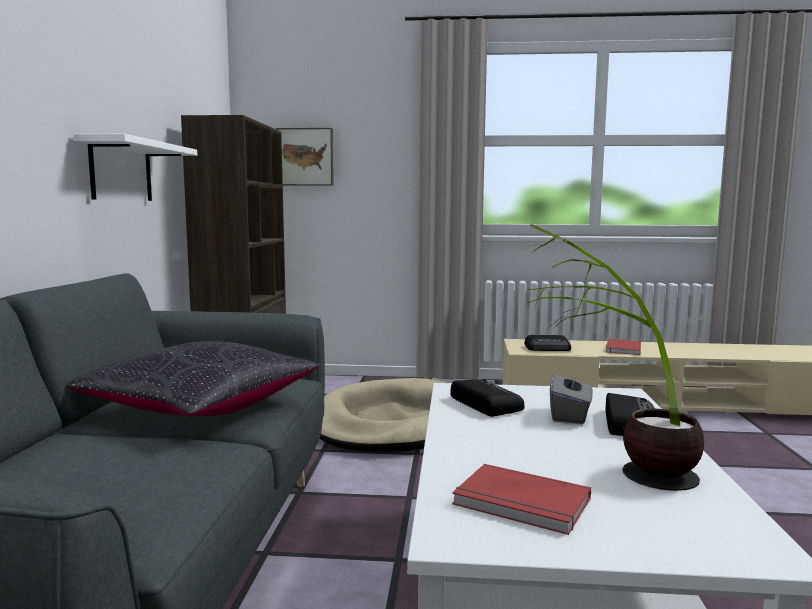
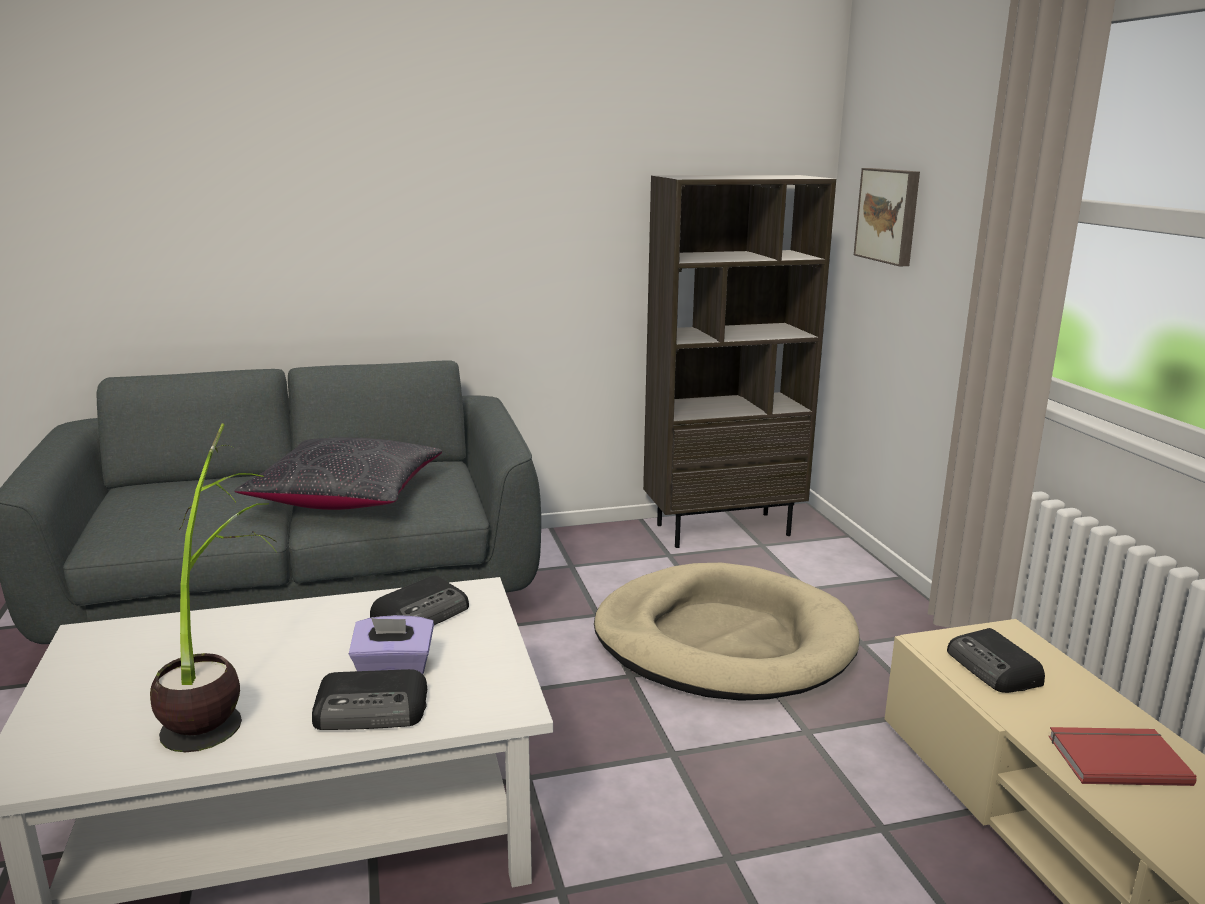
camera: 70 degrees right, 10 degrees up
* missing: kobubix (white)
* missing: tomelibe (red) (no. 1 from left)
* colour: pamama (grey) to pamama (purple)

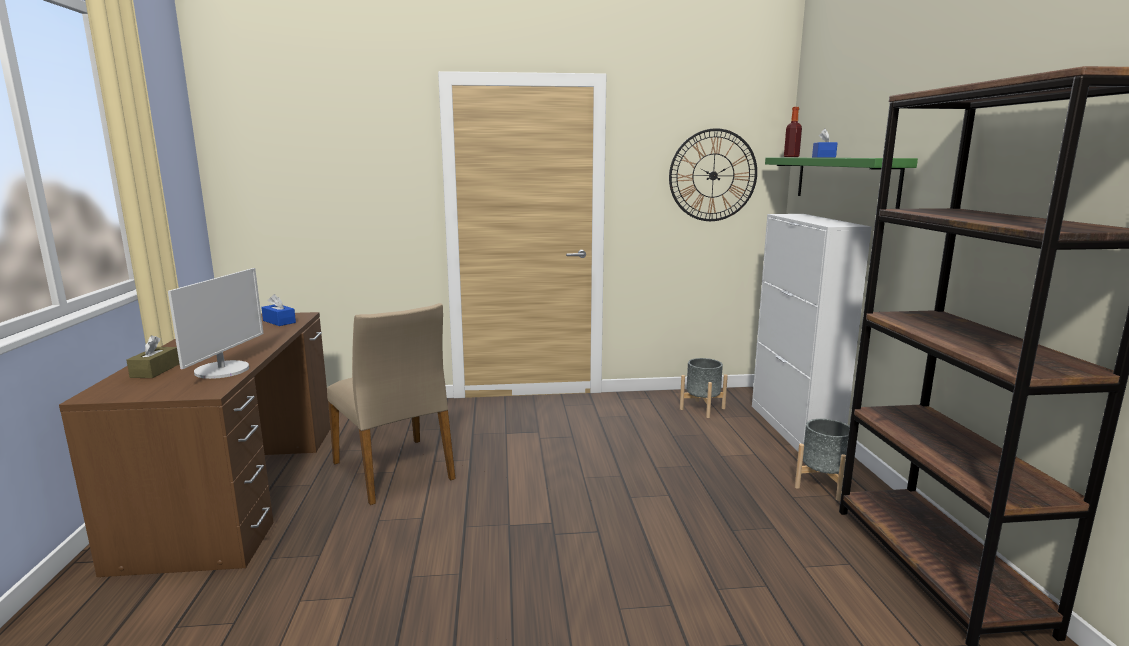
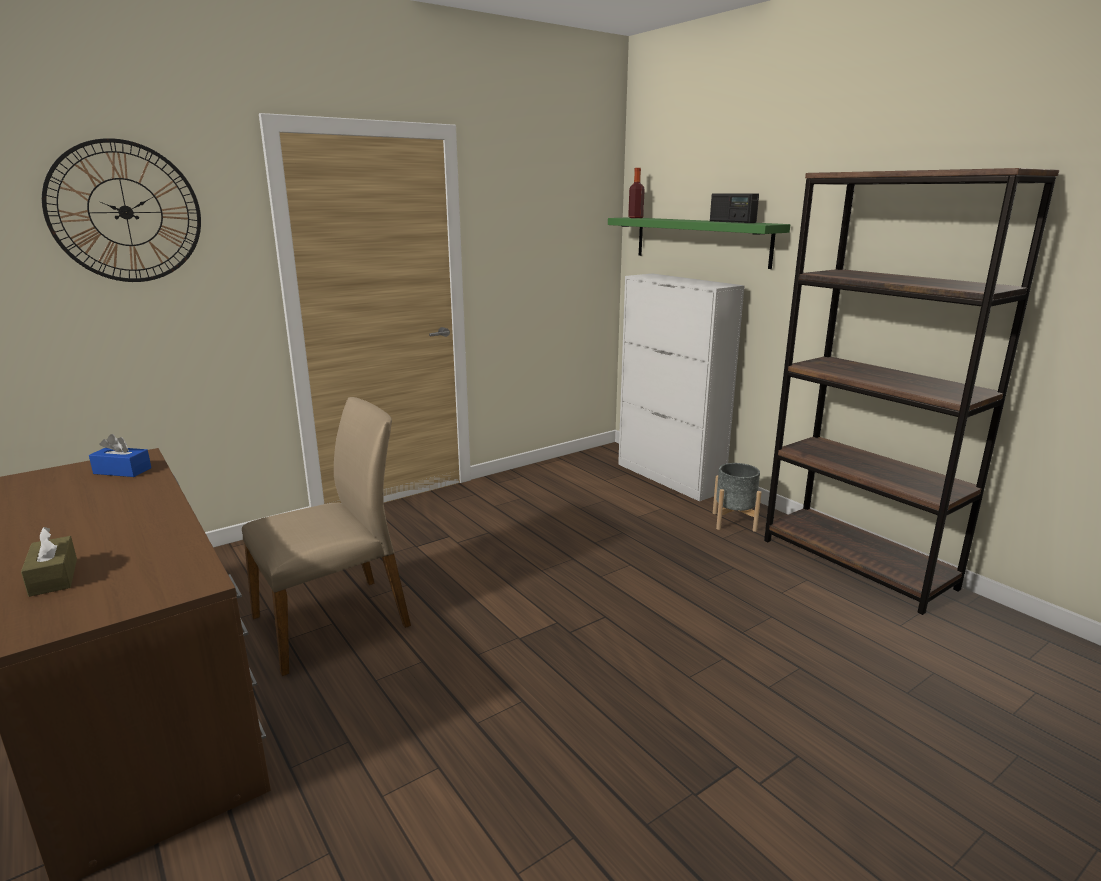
camera: 30 degrees left, 5 degrees up
* missing: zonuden
* missing: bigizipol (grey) (no. 1 from left)
* missing: pamama (blue) (no. 2 from left)
* appeared: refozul
* relocated: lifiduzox
* spun: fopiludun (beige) 60 degrees counterclockwise

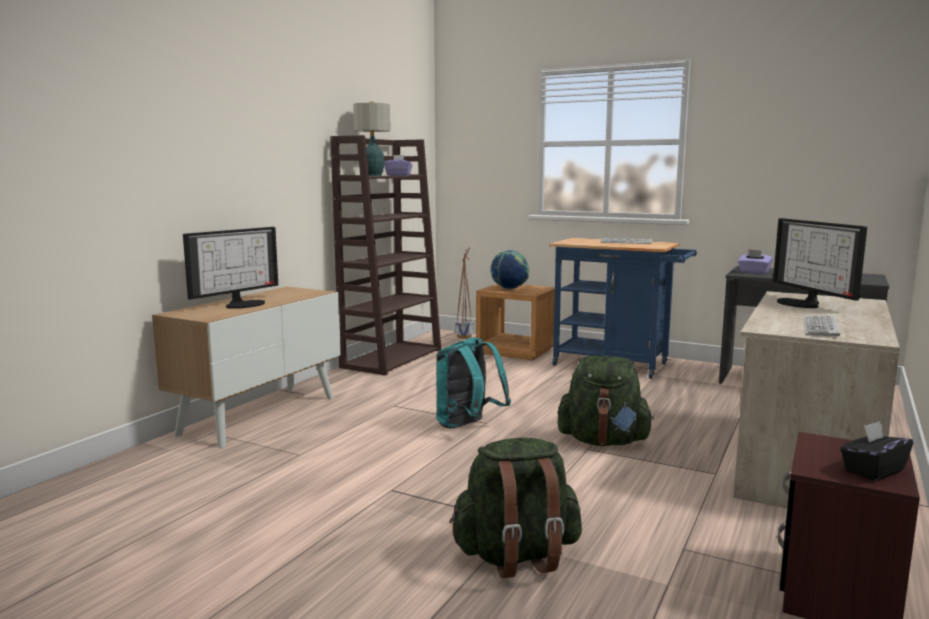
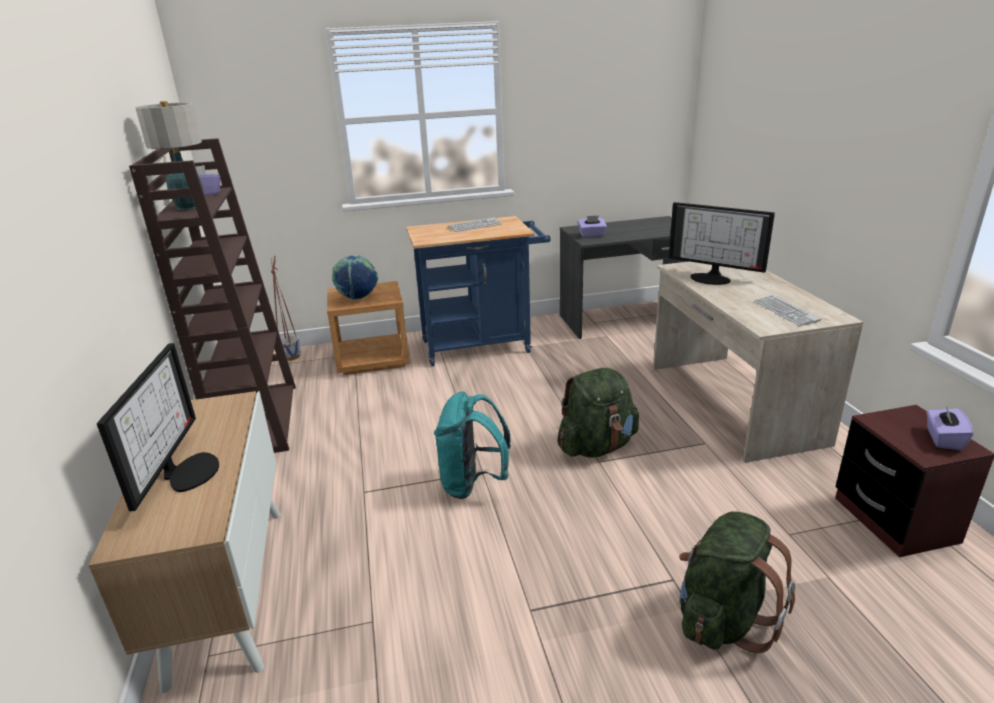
camera: 40 degrees left, 15 degrees up
* colour: pamama (black) to pamama (purple) (no. 3 from left)

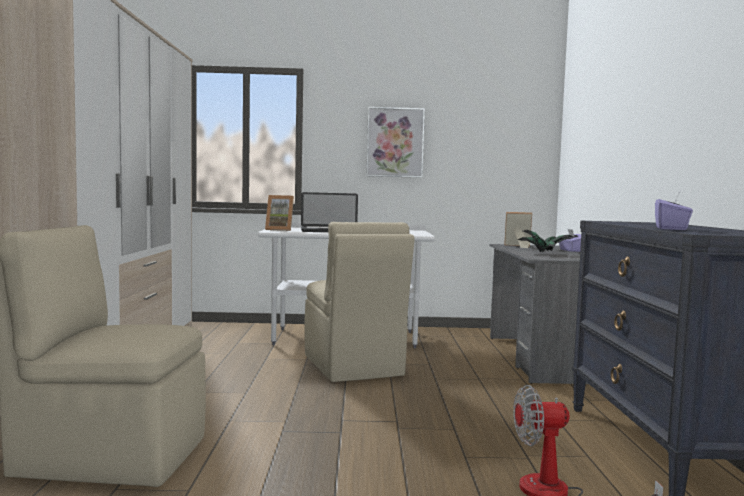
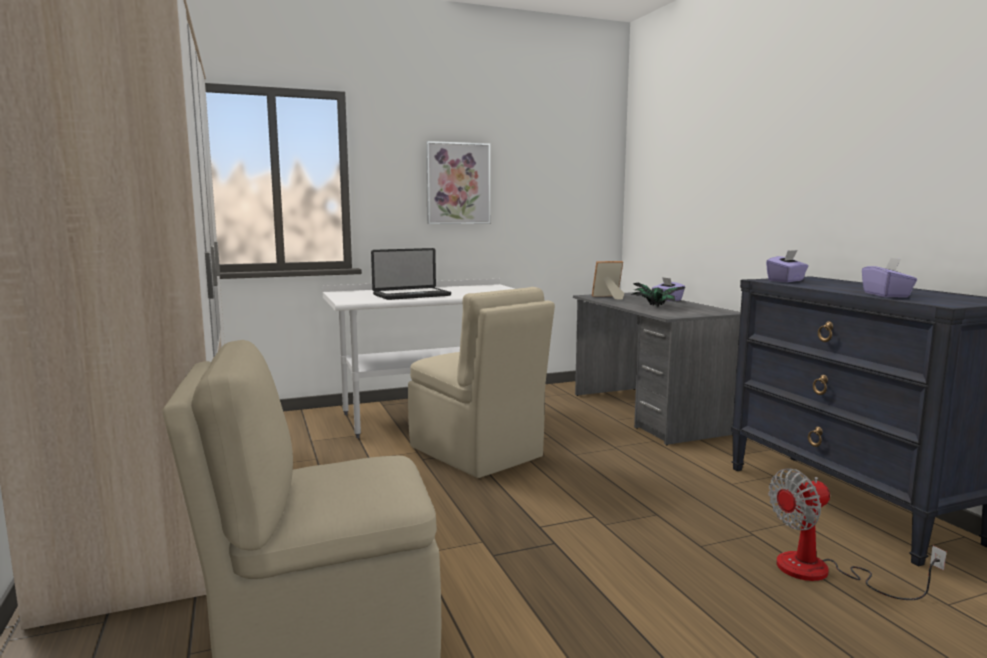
camera: 20 degrees left, 5 degrees up
* missing: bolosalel (no. 1 from left)
* appeared: pamama (purple) (no. 2 from left)

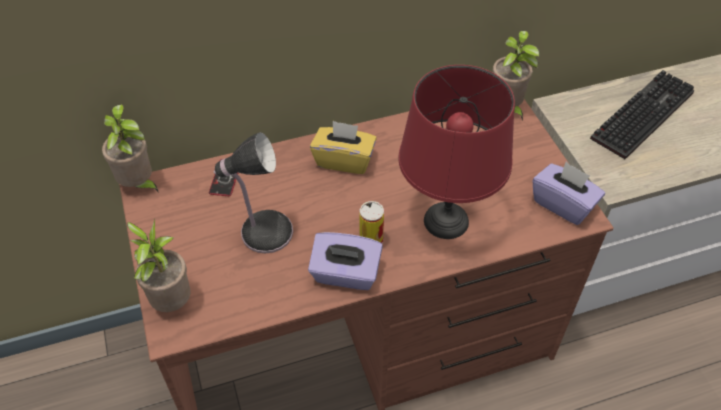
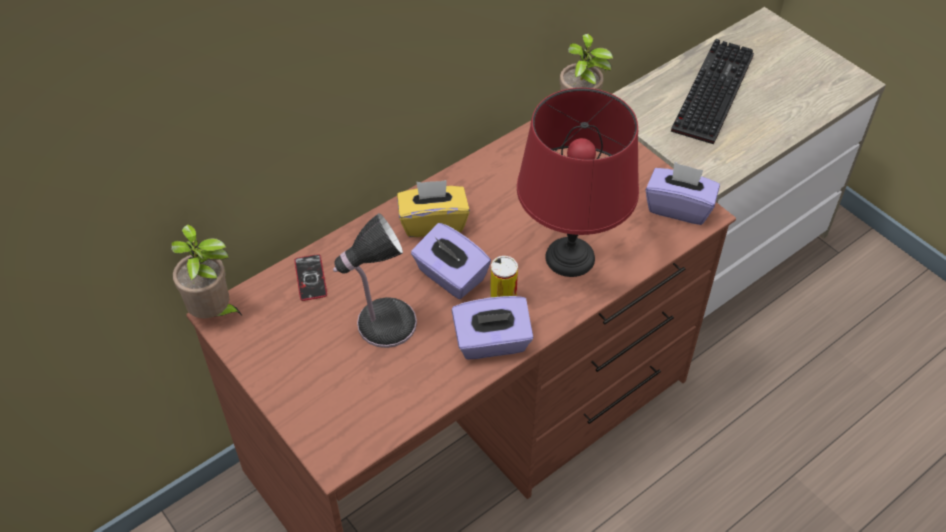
camera: 20 degrees left, 0 degrees up
* missing: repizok (no. 2 from left)
* appeared: pamama (purple) (no. 1 from left)

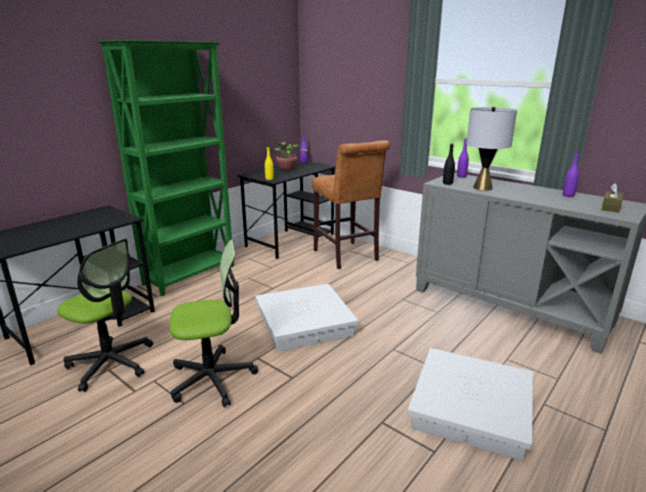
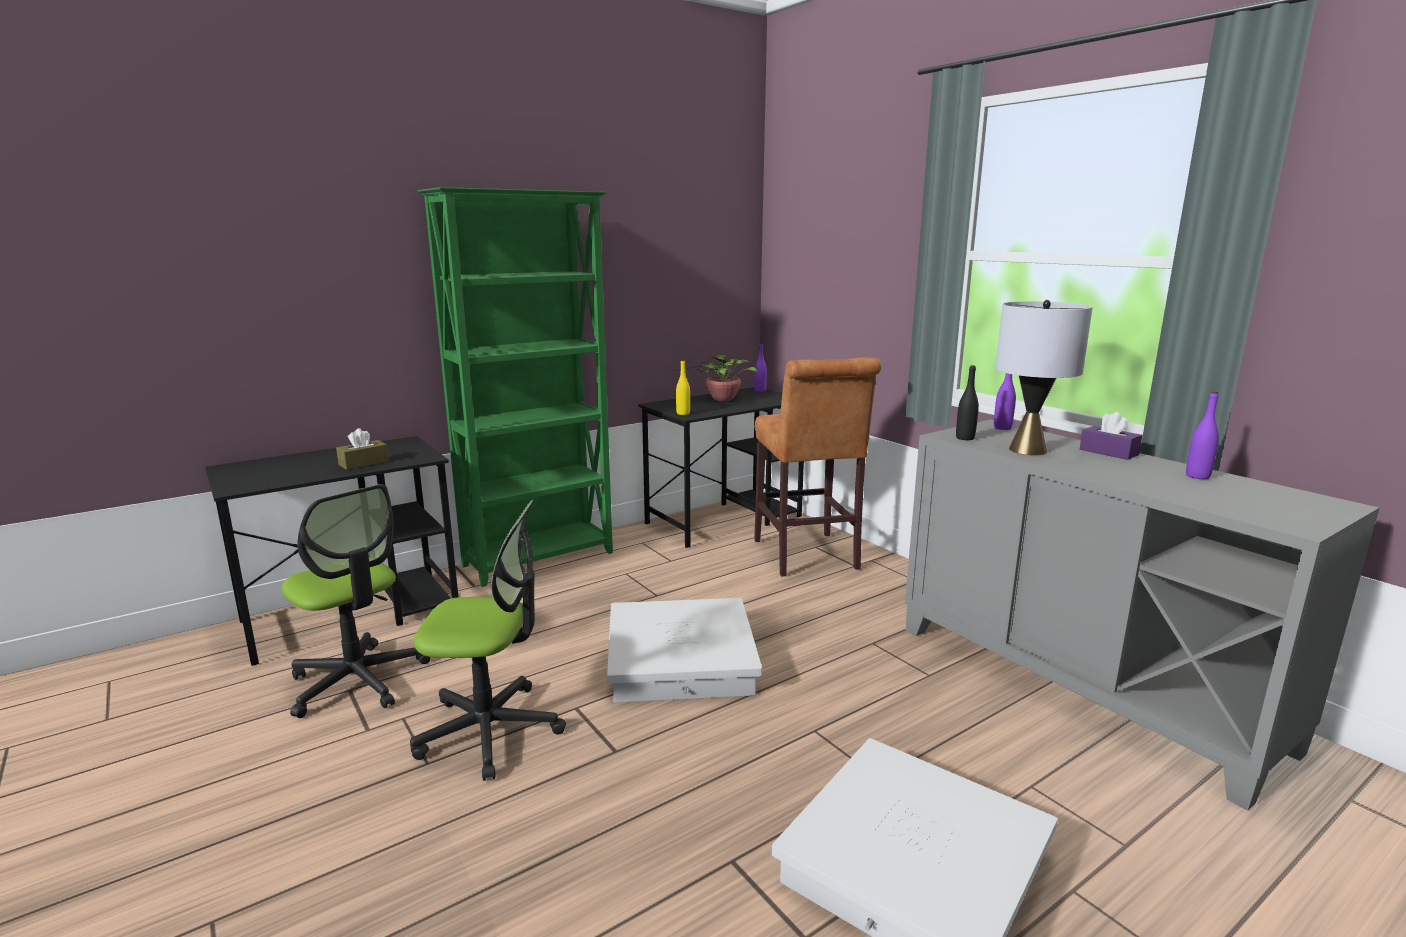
camera: 15 degrees right, 5 degrees down
* appeared: pamama (purple)
* relocated: pamama (brown)

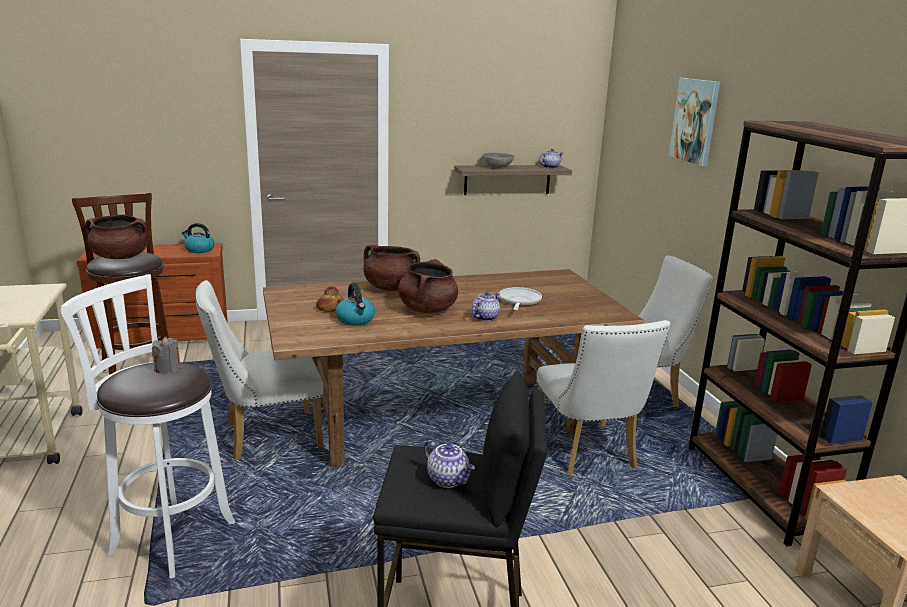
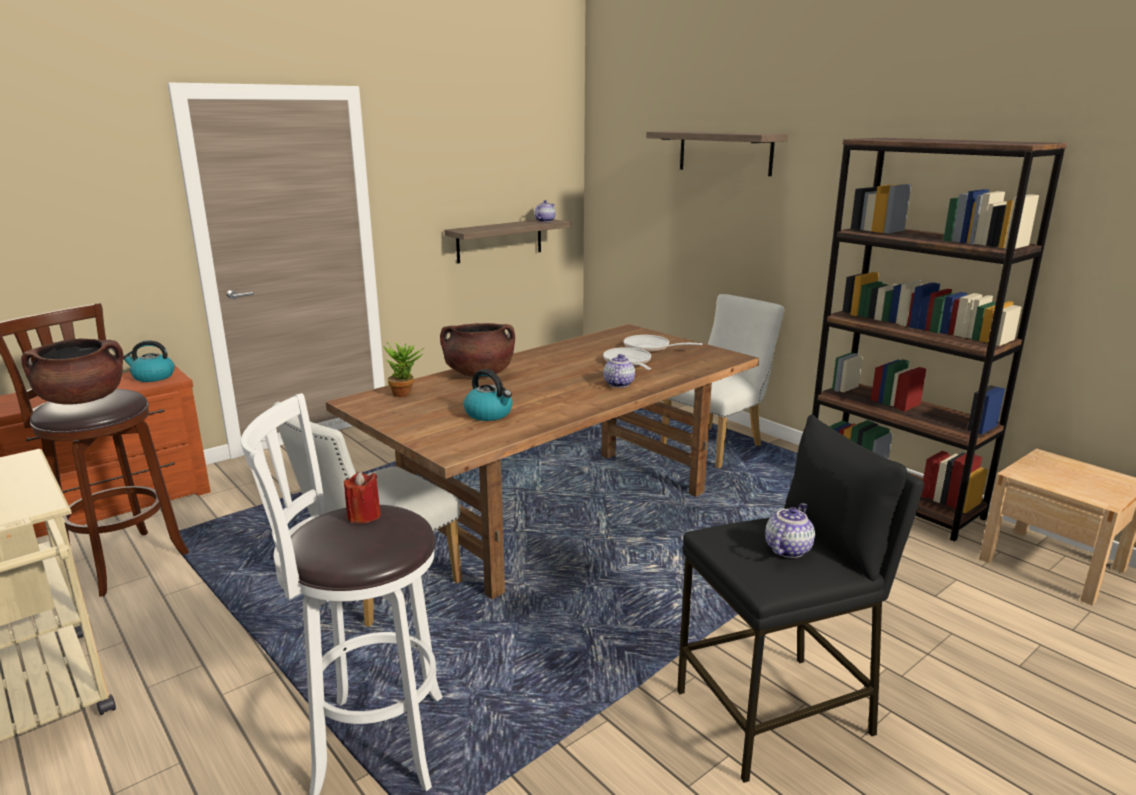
camera: 25 degrees left, 0 degrees up
* missing: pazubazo
* missing: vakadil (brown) (no. 3 from left)
* missing: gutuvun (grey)
* missing: fopiludun (white) (no. 2 from left)
* appeared: repizok
* appeared: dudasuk (no. 2 from left)
* exchanged: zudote to kobubix (no. 2 from left)
* colour: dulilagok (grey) to dulilagok (red)
* spun: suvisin (no. 1 from left in the first image) 75 degrees counterclockwise

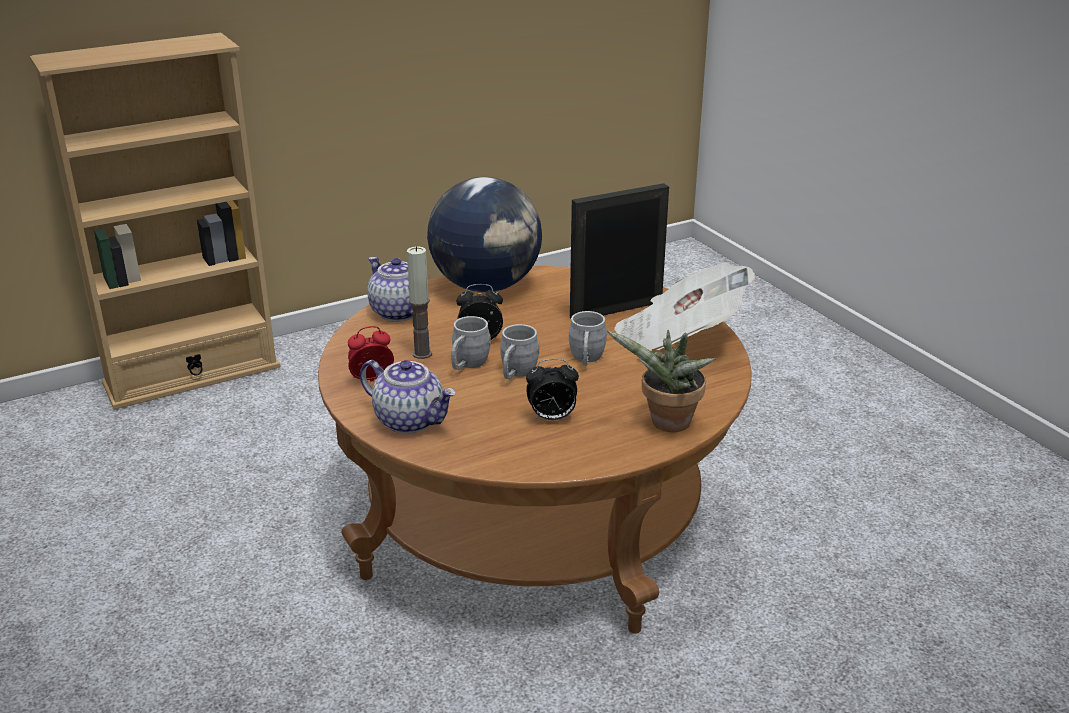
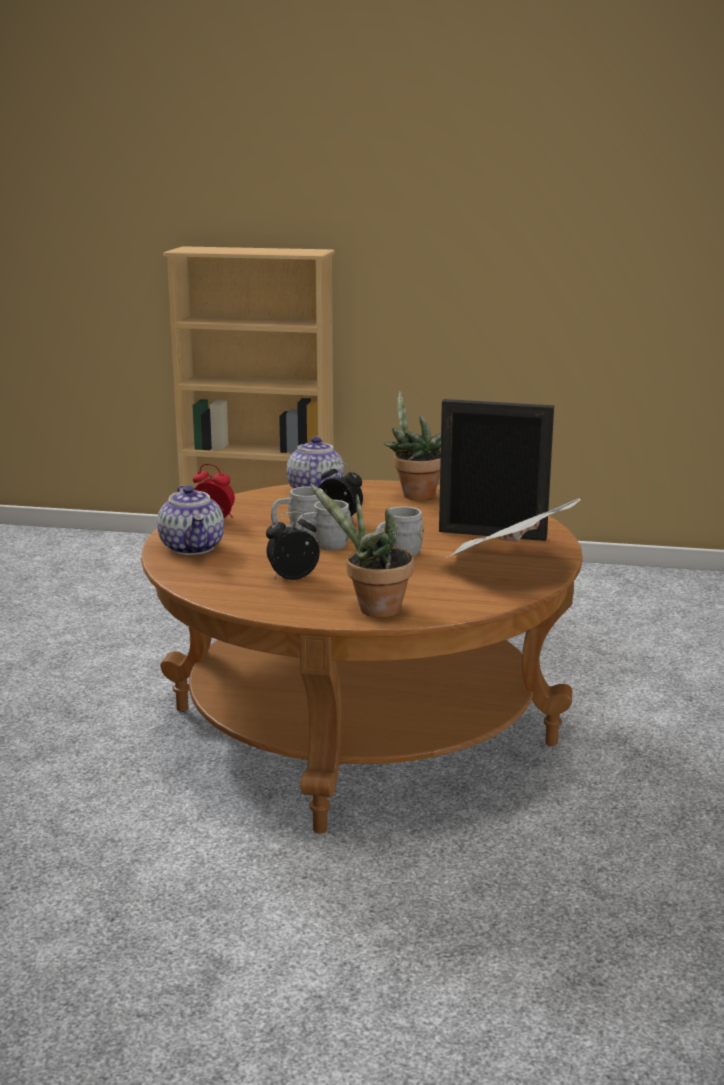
camera: 40 degrees right, 10 degrees down
* missing: dulilagok
* exchanged: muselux to repizok (no. 2 from left)
* spun: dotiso (no. 3 from left in the first image) 120 degrees clockwise

